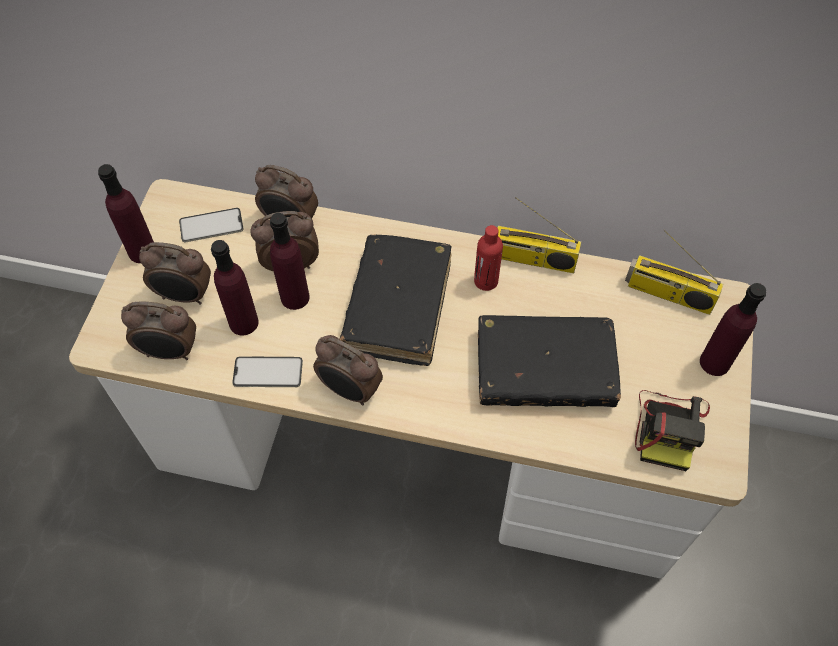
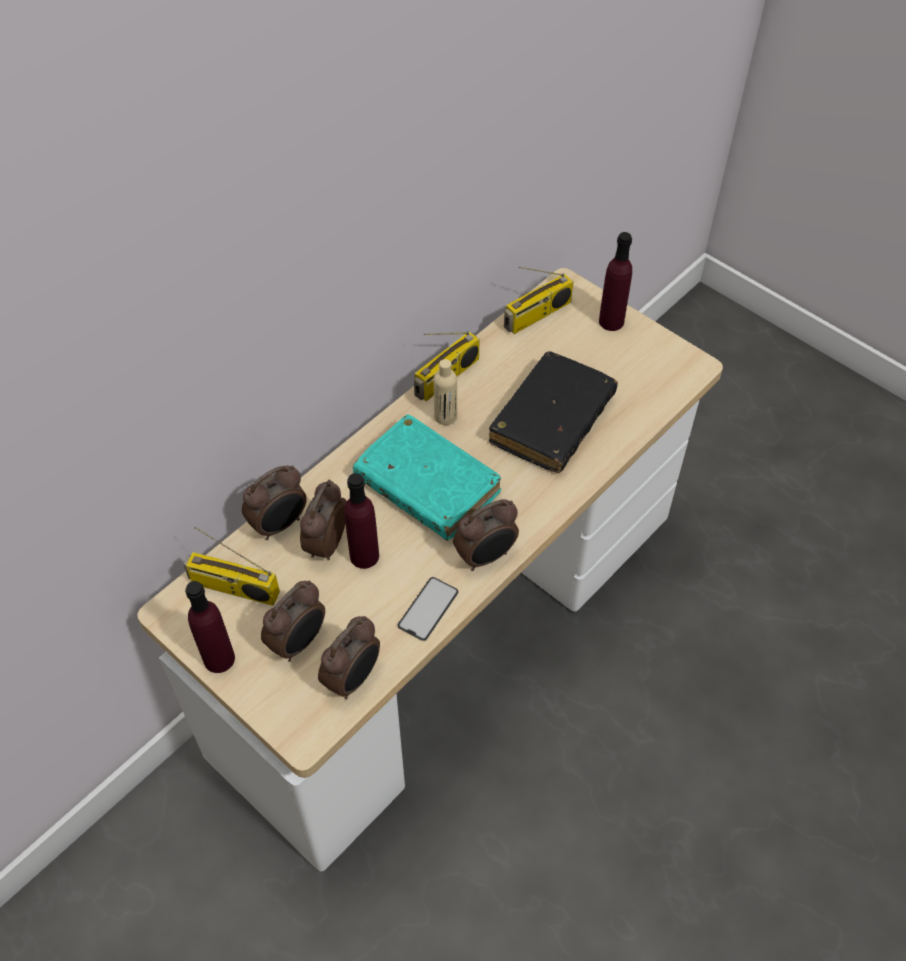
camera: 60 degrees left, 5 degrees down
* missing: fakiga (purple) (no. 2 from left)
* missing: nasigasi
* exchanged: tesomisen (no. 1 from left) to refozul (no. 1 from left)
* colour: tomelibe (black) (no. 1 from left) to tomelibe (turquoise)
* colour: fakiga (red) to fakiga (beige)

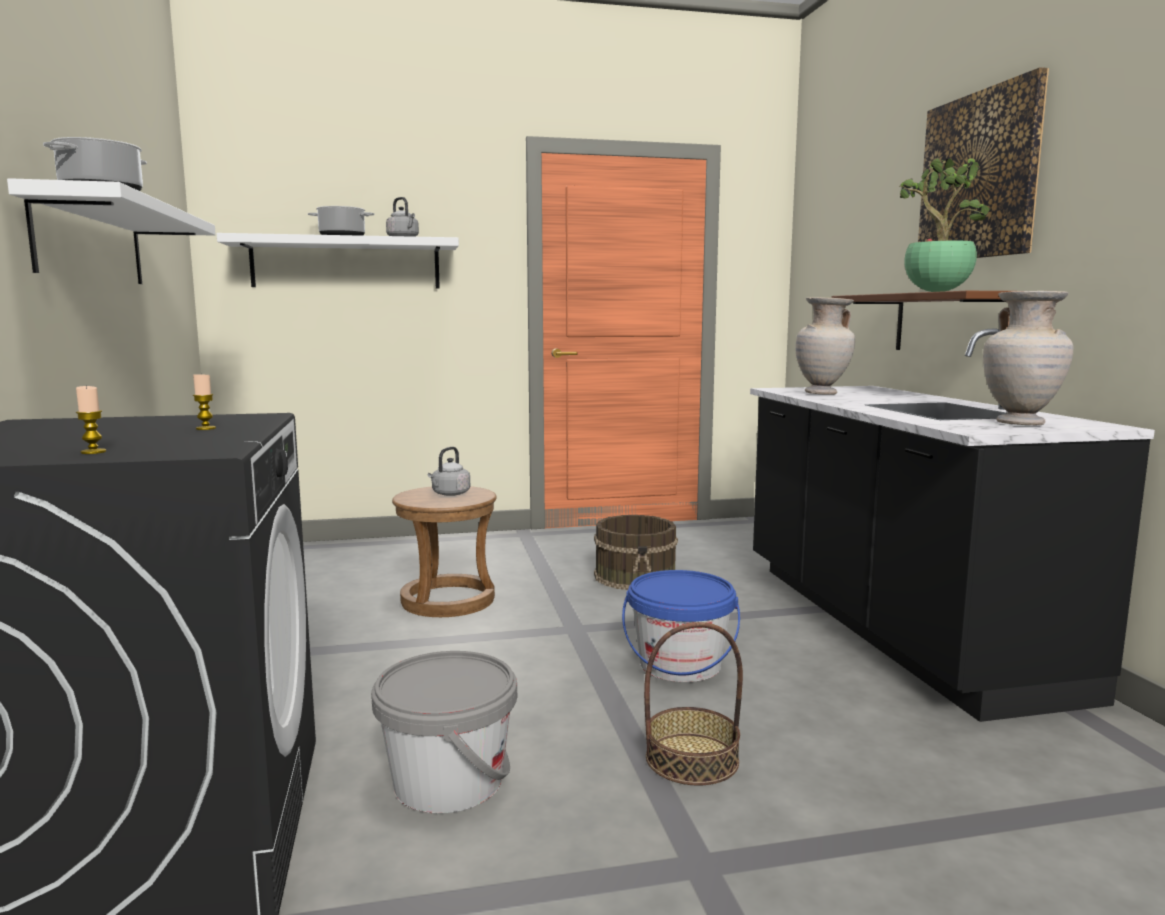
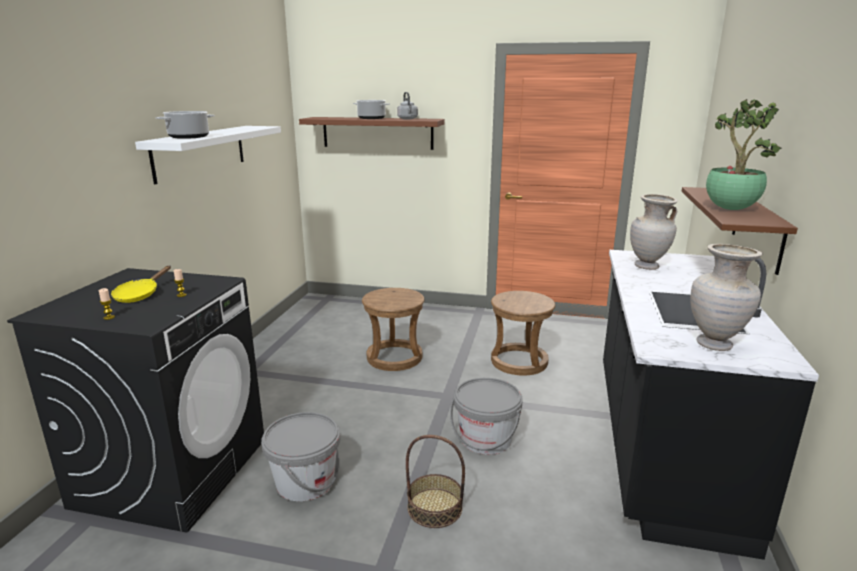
camera: 25 degrees right, 10 degrees up
* missing: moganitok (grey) (no. 2 from left)
* missing: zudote
* appeared: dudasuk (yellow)
* exchanged: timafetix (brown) to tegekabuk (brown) (no. 2 from left)
* colour: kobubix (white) (no. 2 from left) to kobubix (brown) (no. 1 from left)
* colour: timafetix (blue) to timafetix (grey) (no. 2 from left)

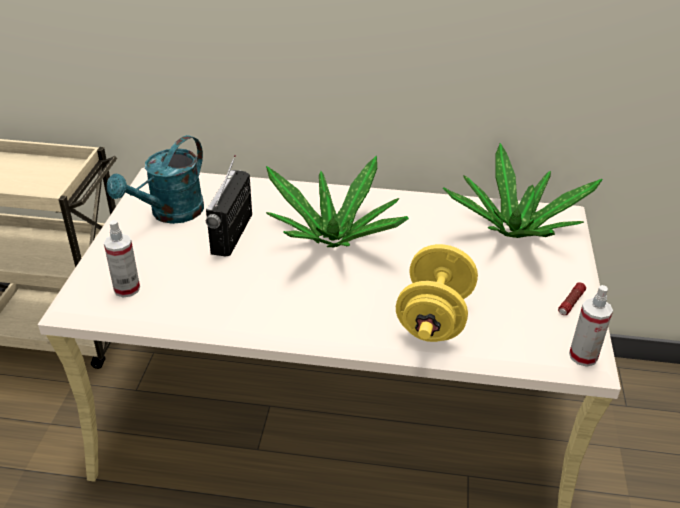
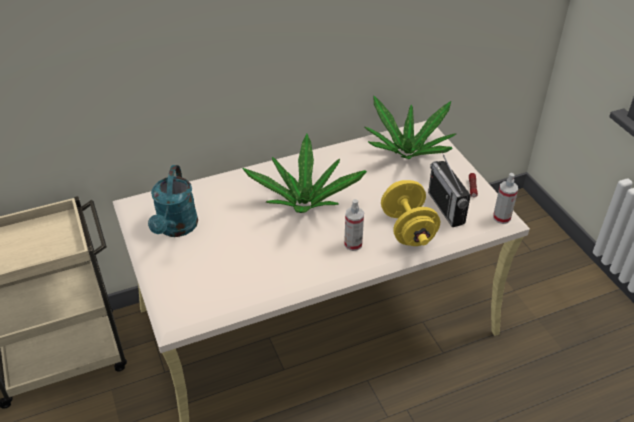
camera: 30 degrees left, 5 degrees up
* relocated: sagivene (no. 1 from left)
* relocated: refozul

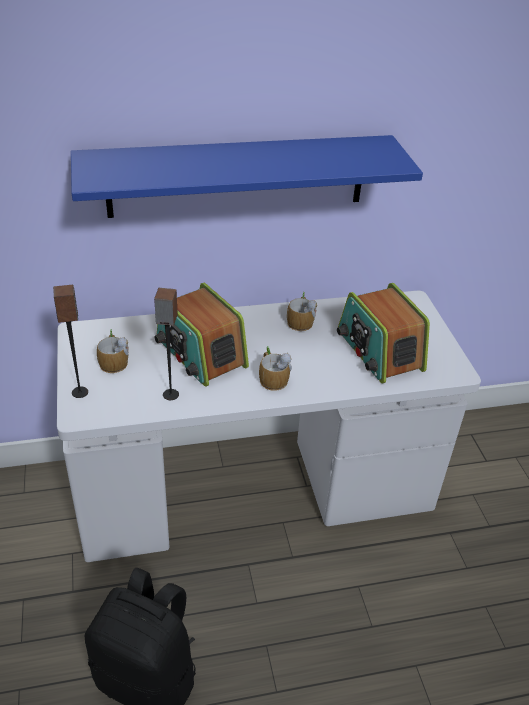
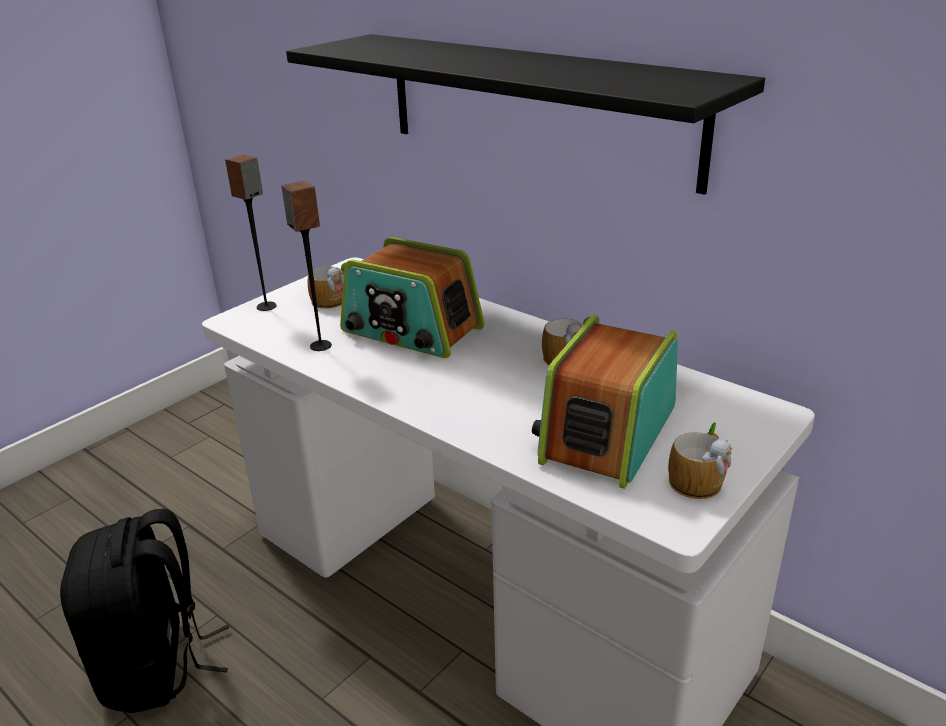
camera: 55 degrees right, 10 degrees down
* relocated: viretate (no. 2 from left in the first image) to viretate (no. 3 from left)
* colour: kobubix (blue) to kobubix (black)
* spun: refozul (no. 1 from left) 75 degrees counterclockwise

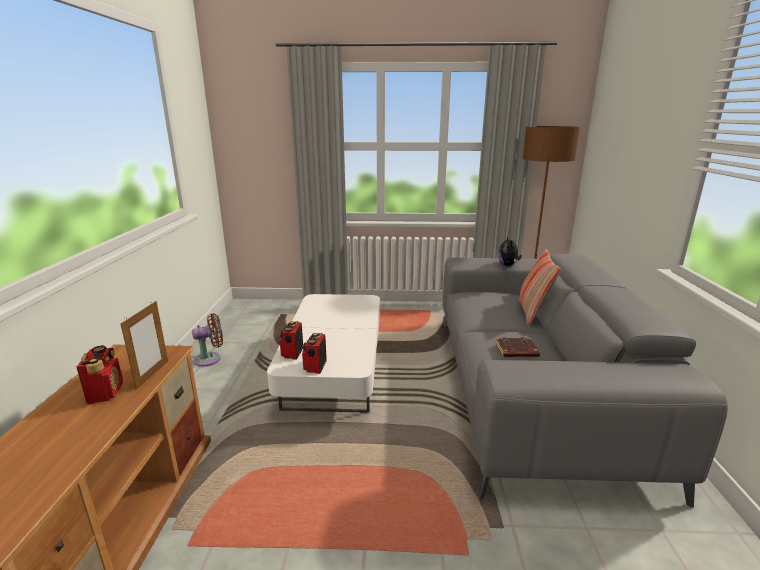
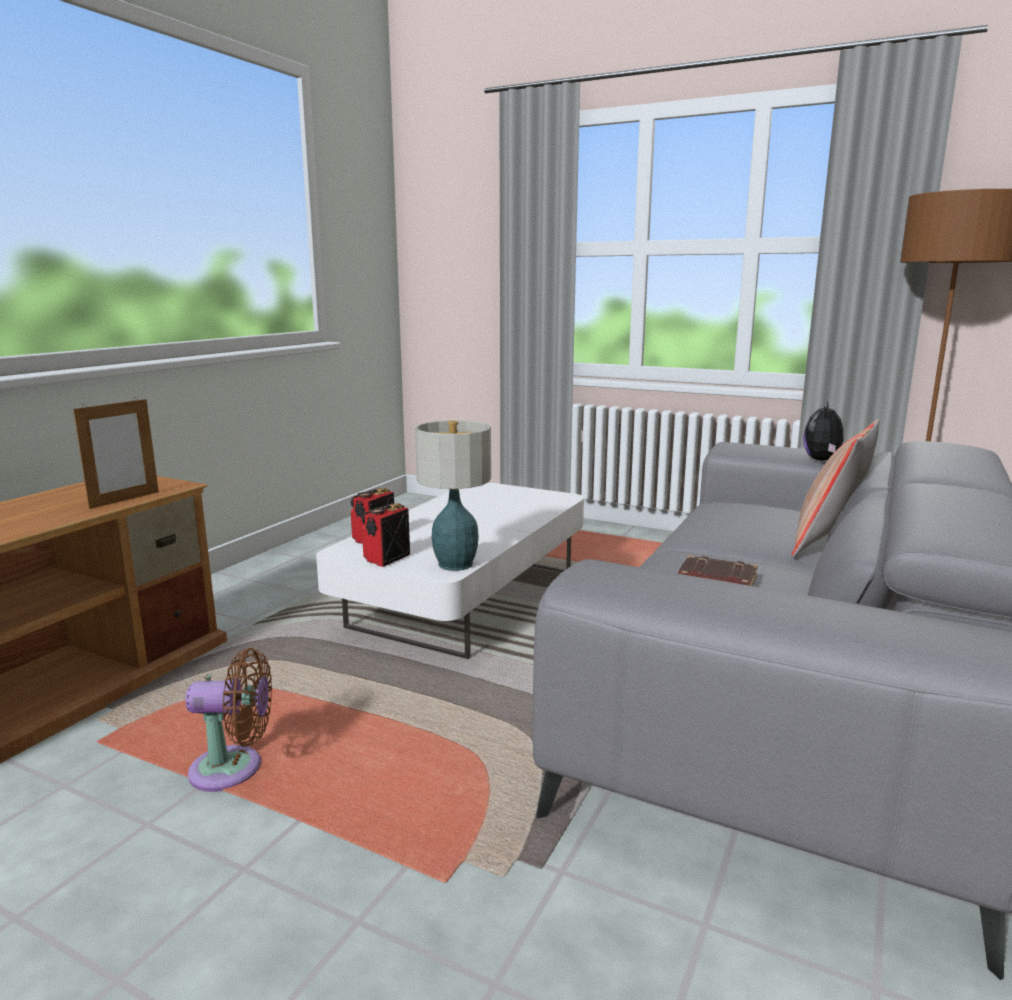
camera: 25 degrees right, 5 degrees down
* missing: refozul (no. 1 from left)
* appeared: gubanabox
* relocated: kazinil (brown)

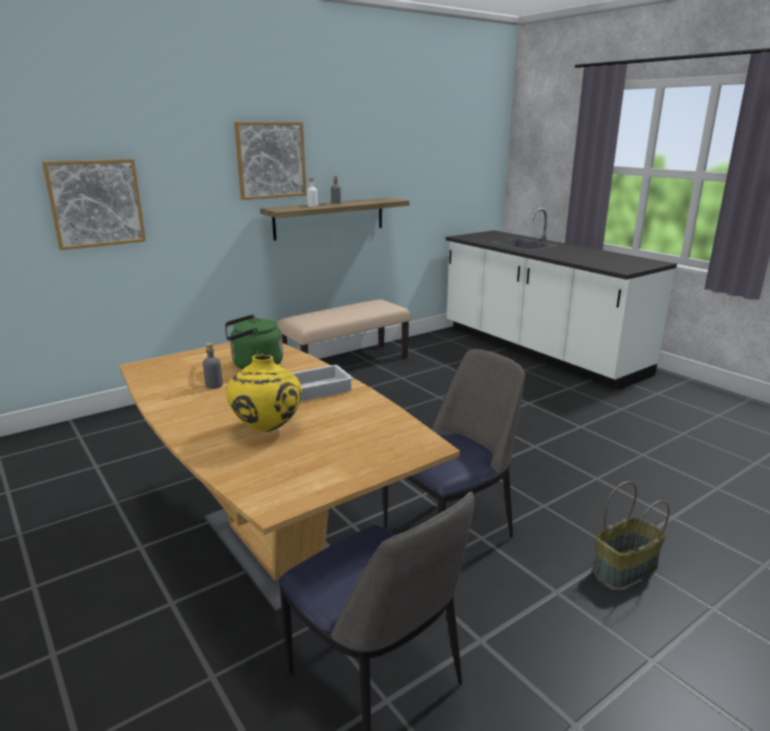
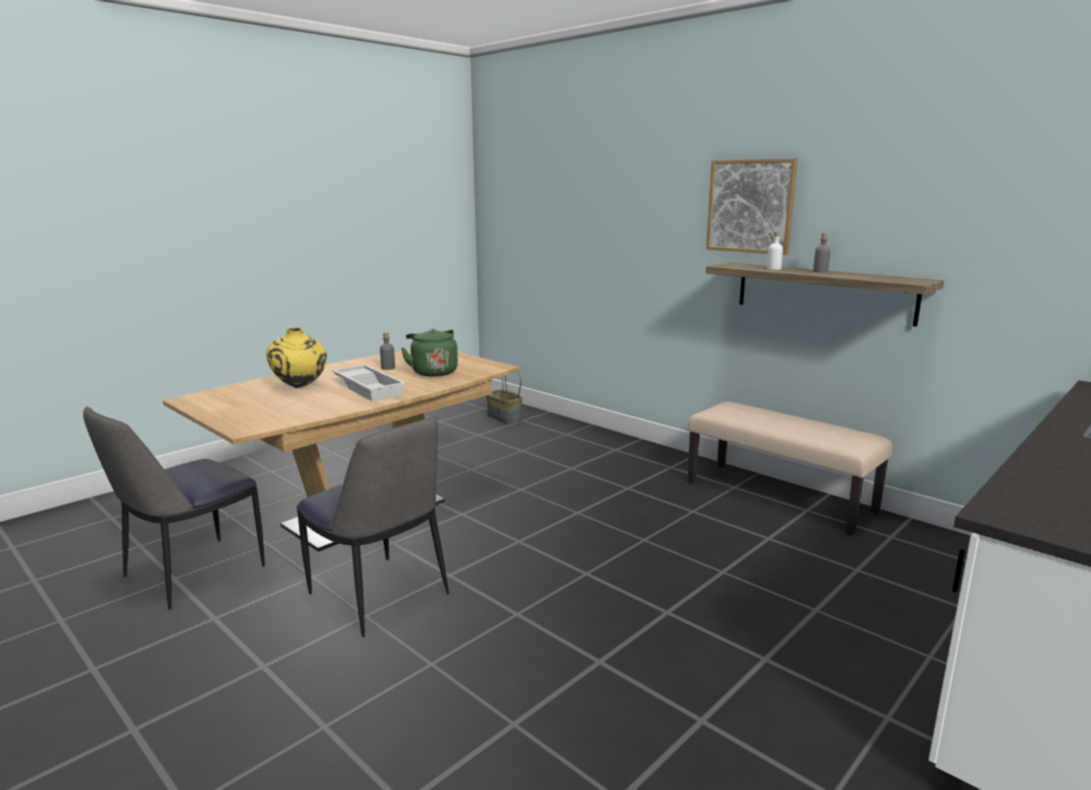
camera: 80 degrees right, 5 degrees down
* missing: zudote (no. 1 from left)
* relocated: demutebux

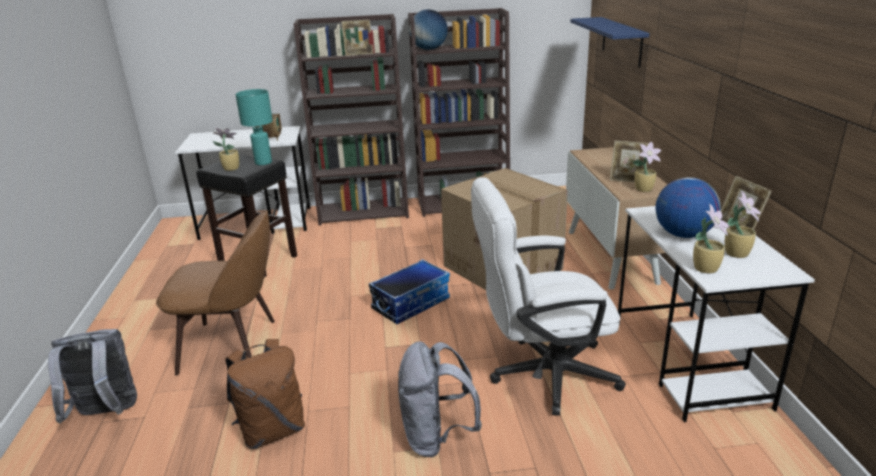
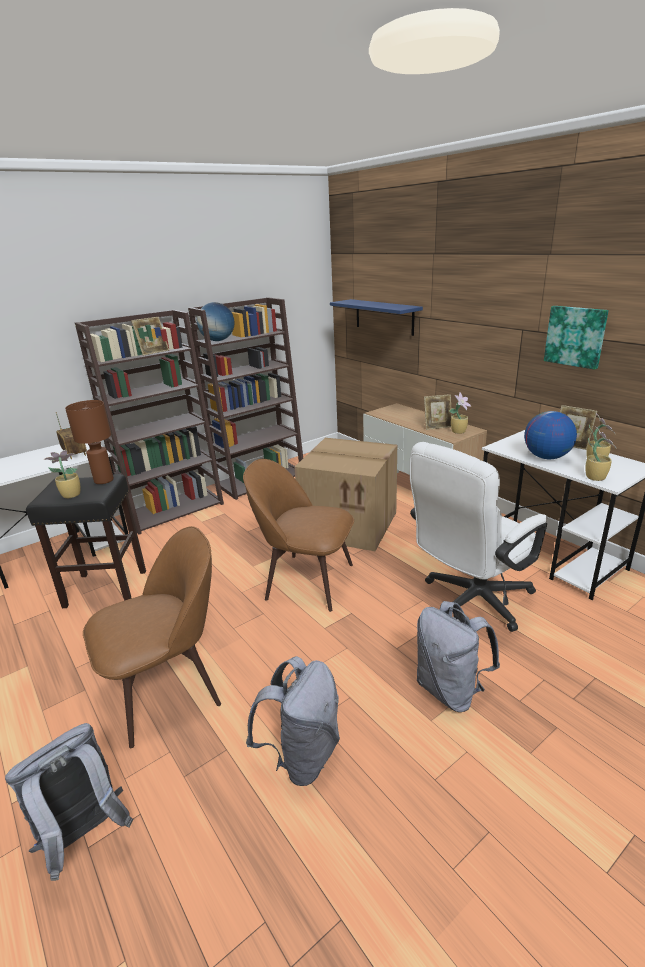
camera: 30 degrees left, 0 degrees up
* appeared: zudote
* exchanged: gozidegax to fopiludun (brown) (no. 2 from left)
* colour: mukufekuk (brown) to mukufekuk (grey) (no. 2 from left)
* colour: gubanabox (turquoise) to gubanabox (brown)

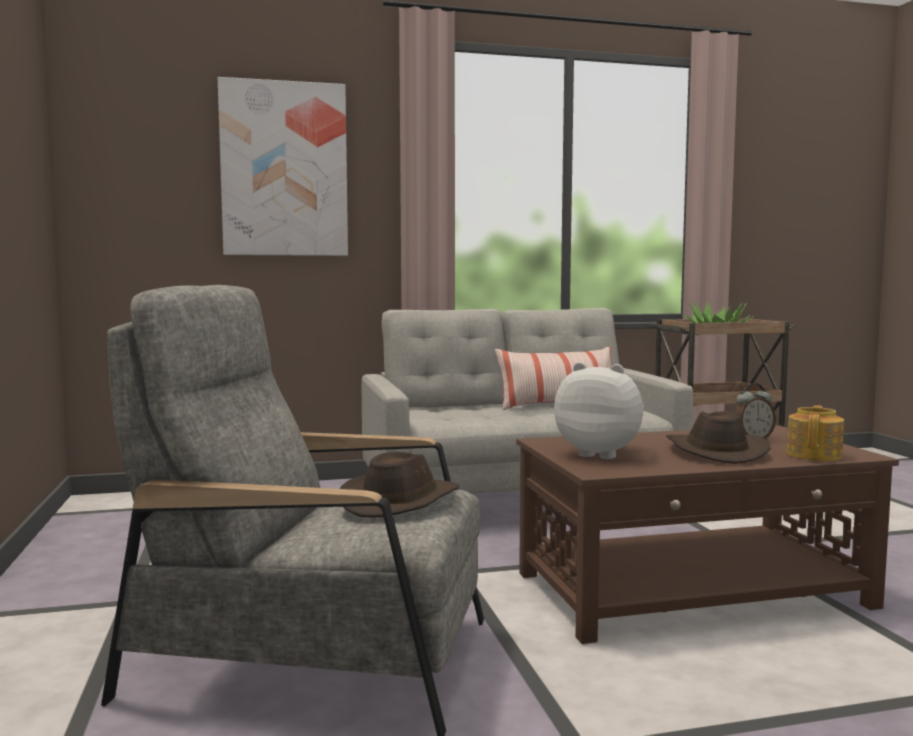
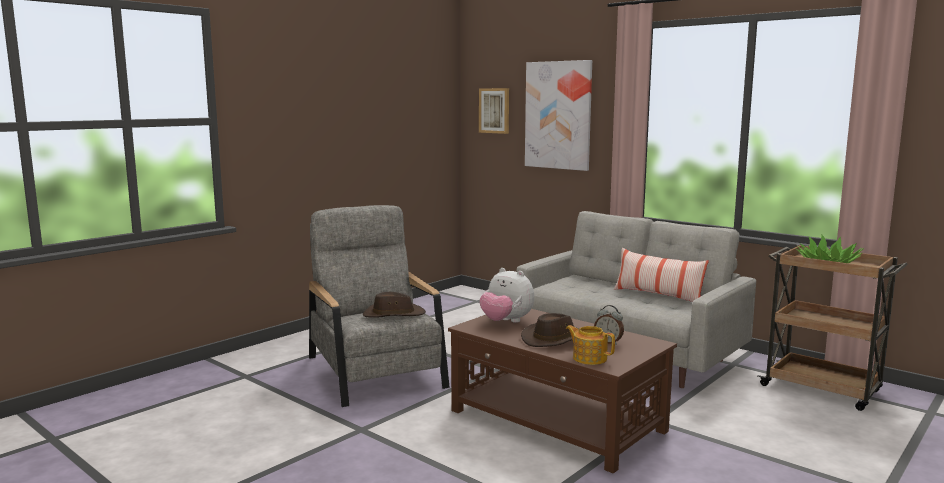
camera: 55 degrees right, 5 degrees up
* appeared: zudote (no. 1 from left)
* spun: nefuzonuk 135 degrees clockwise
* spun: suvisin 135 degrees counterclockwise

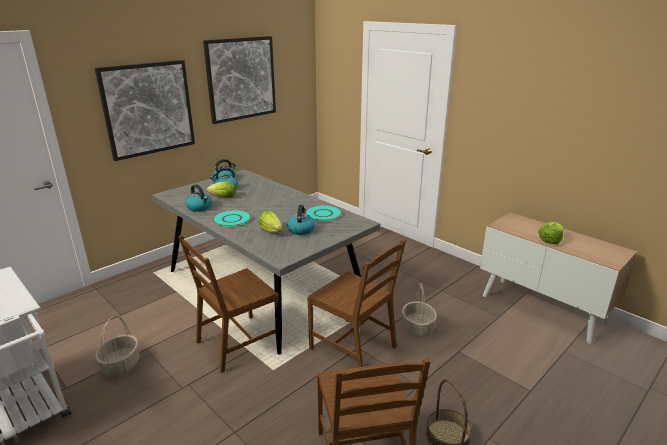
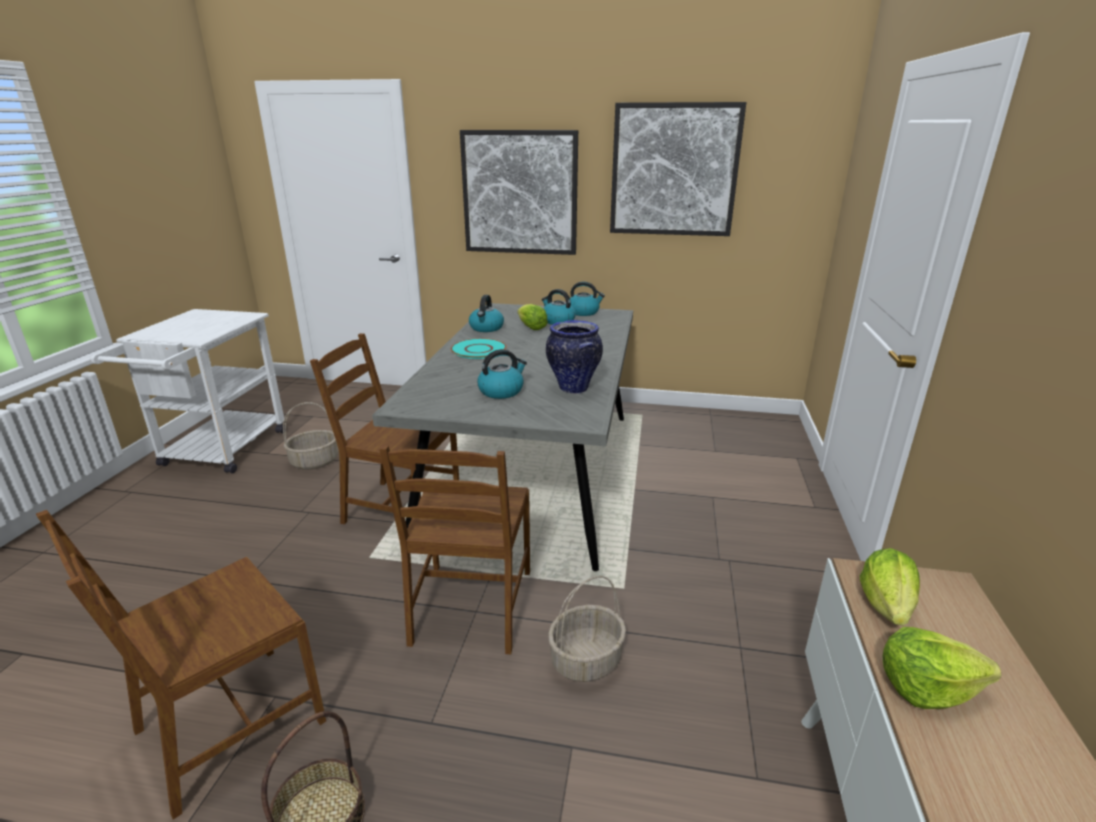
camera: 55 degrees right, 0 degrees up
* relocated: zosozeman (no. 2 from left)
* exchanged: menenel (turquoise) (no. 2 from left) to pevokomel

